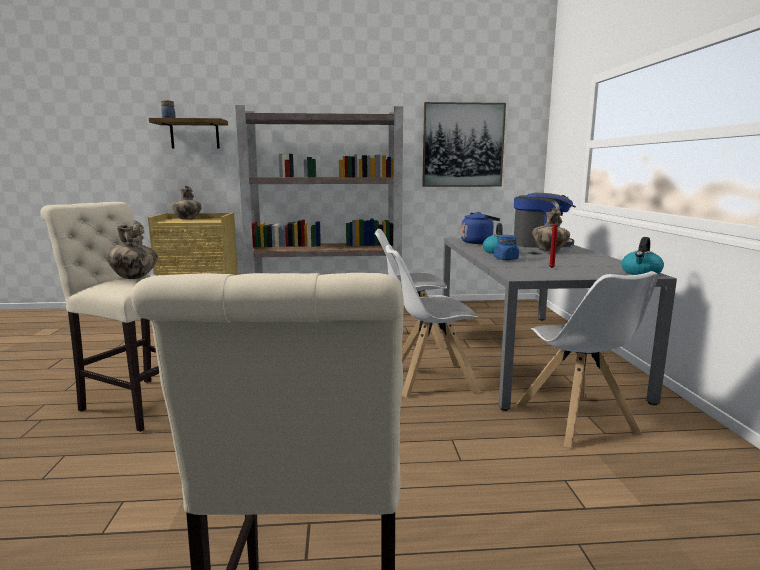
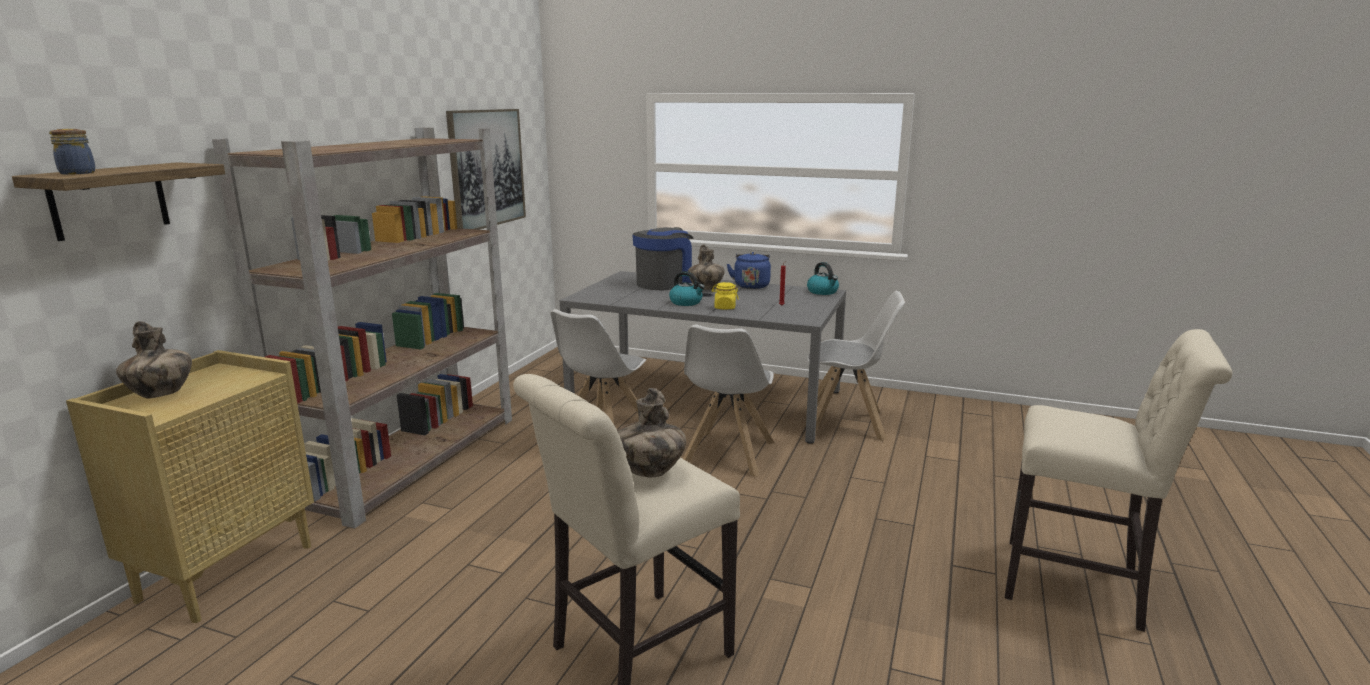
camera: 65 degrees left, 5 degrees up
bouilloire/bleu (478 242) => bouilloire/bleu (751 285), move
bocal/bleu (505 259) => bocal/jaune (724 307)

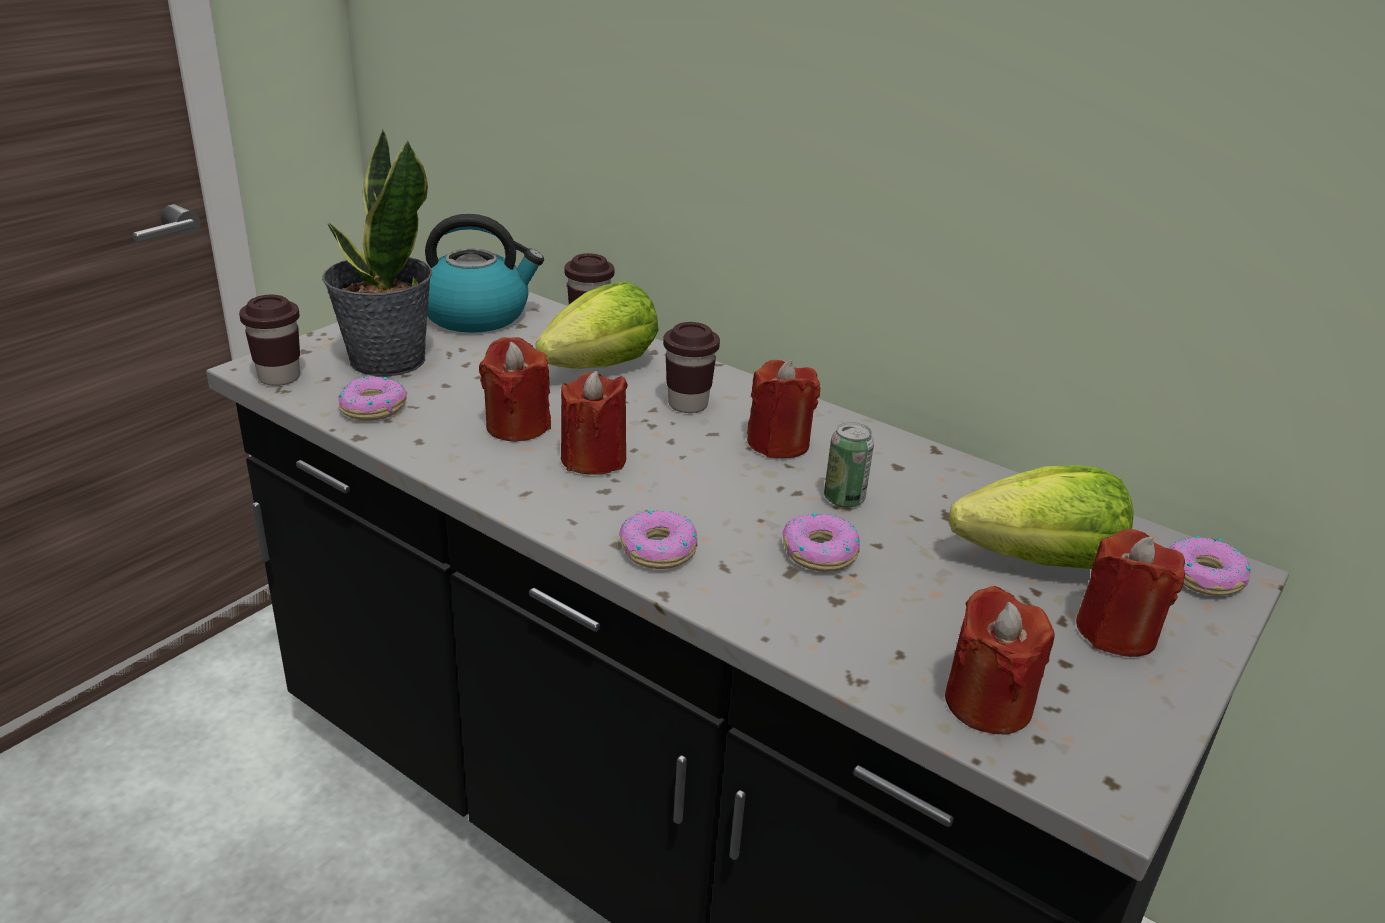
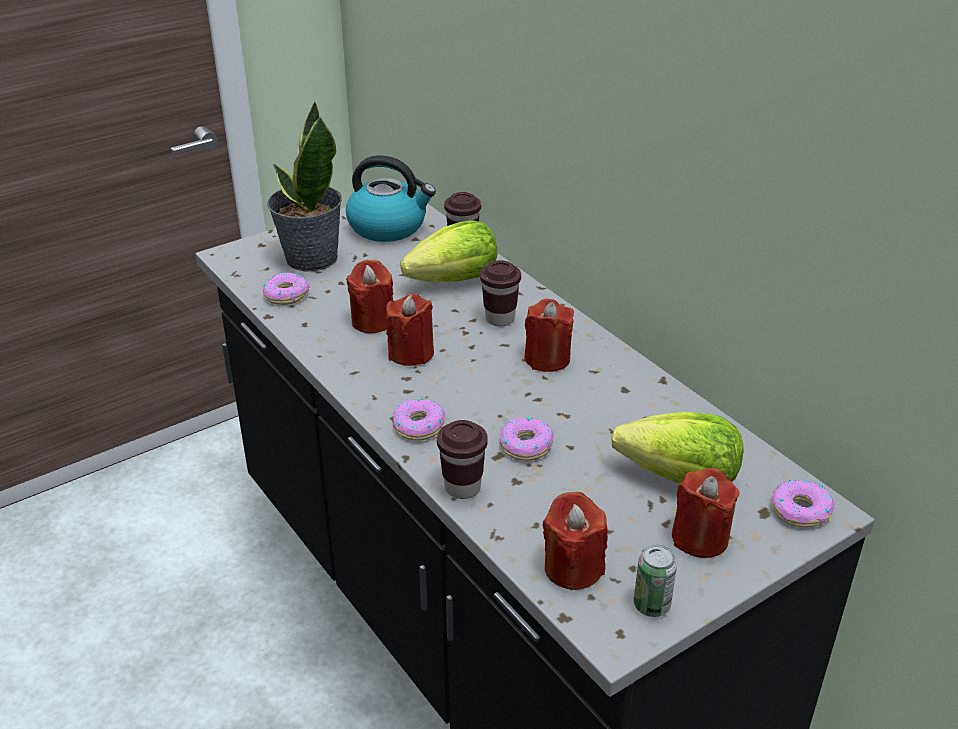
camera: 20 degrees right, 5 degrees up
tasse/marron (279 377) => tasse/marron (462 487), move
boîte métallique (844 499) => boîte métallique (651 605), move

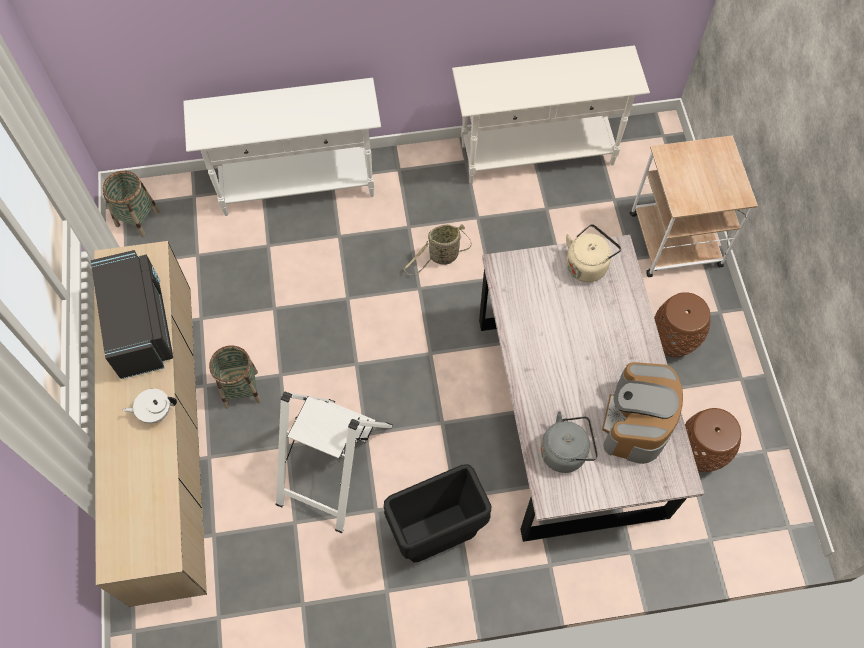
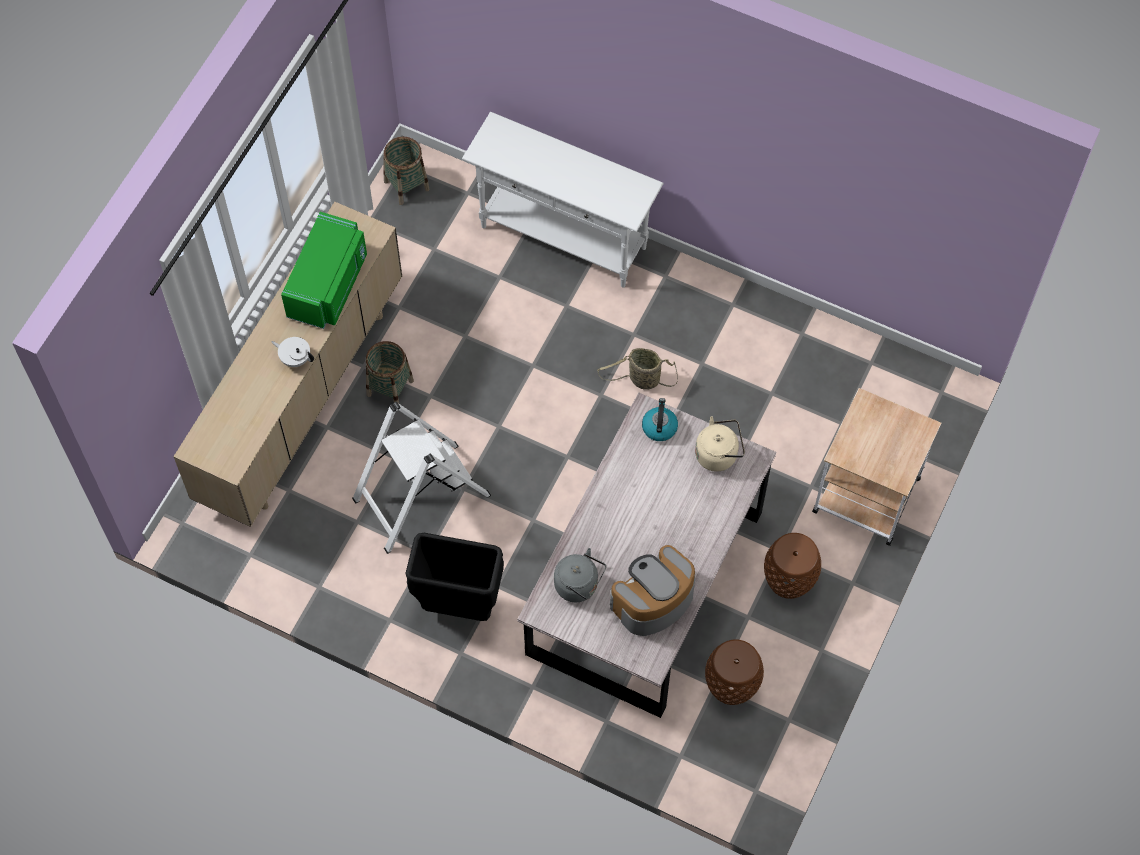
camera: 35 degrees right, 0 degrees up
table console/blanc (538 155) => nothing
nothing => bouilloire (659 427)
micro-ondes/noir (141 326) => micro-ondes/vert (329 285)

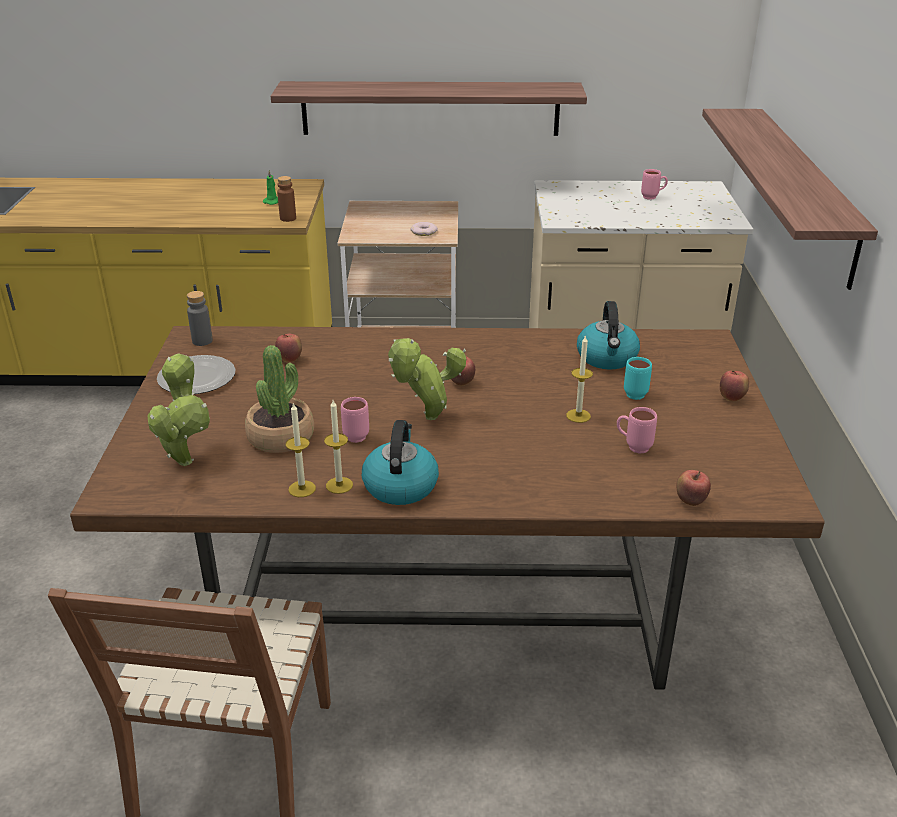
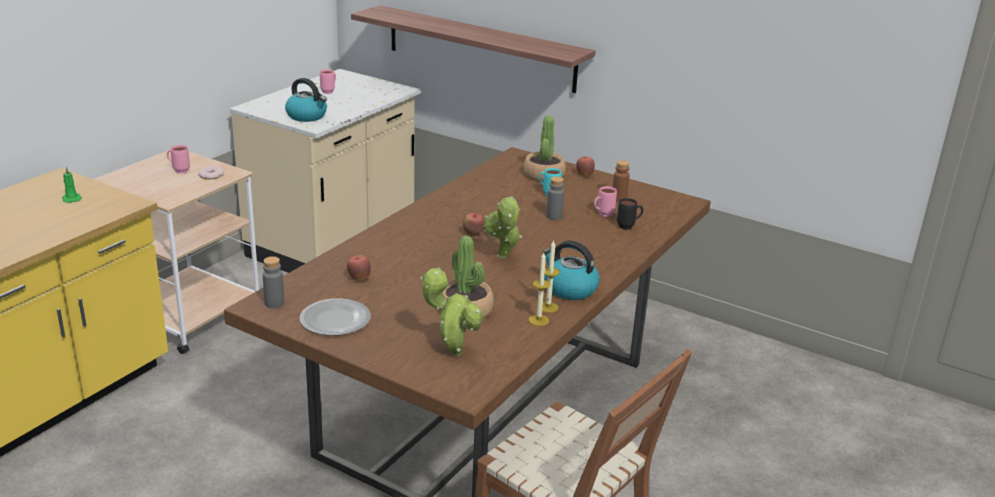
camera: 60 degrees left, 5 degrees down
étagère (430 108) => nothing
pomme (690 502) => nothing
nothing => plante en pot (543 175)
nothing => mug/noir (629 226)
bouteille/marron (288 218) => bouteille/marron (619 199), move
mug/rose (355 434) => mug/rose (178 170), move
bouilloire (607 358) => bouilloire (307 116), move
bougie (578 416) => bouteille/gris (554 216)

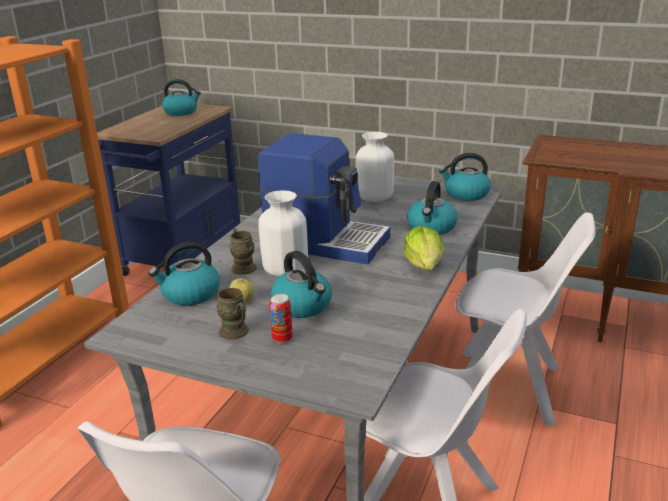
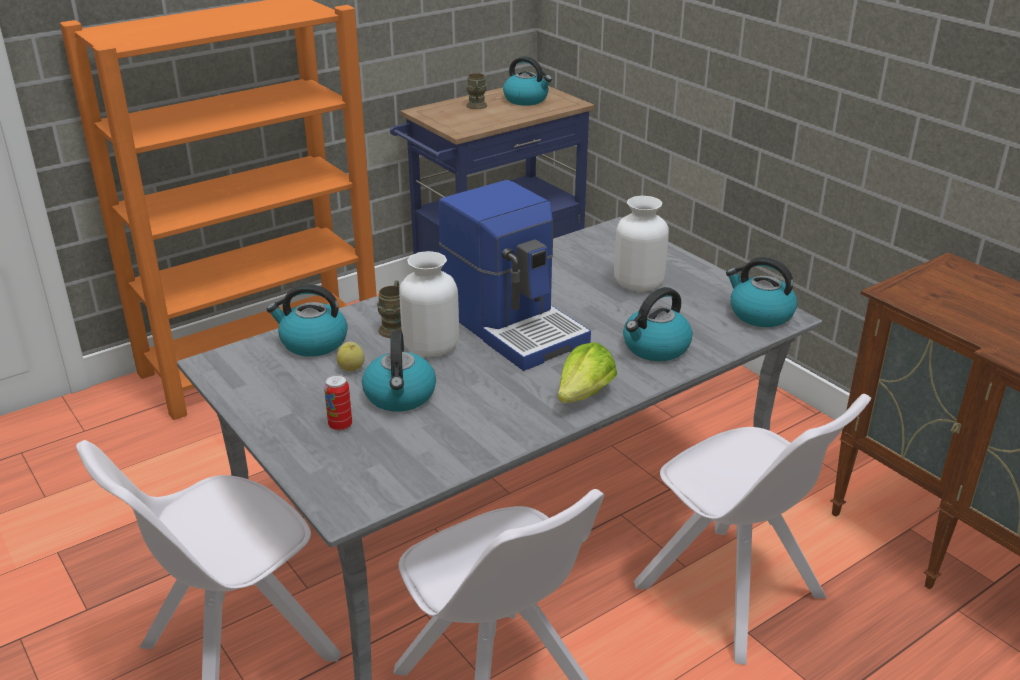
camera: 30 degrees right, 5 degrees up
mug/marron (236 333) => mug/marron (477 107), move

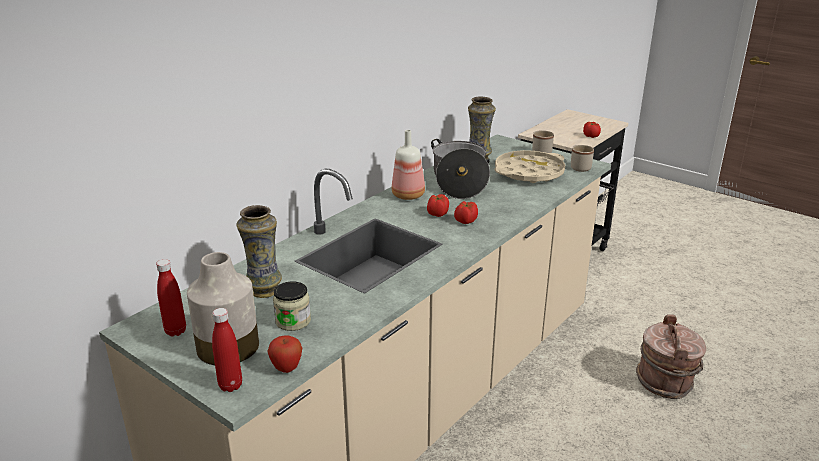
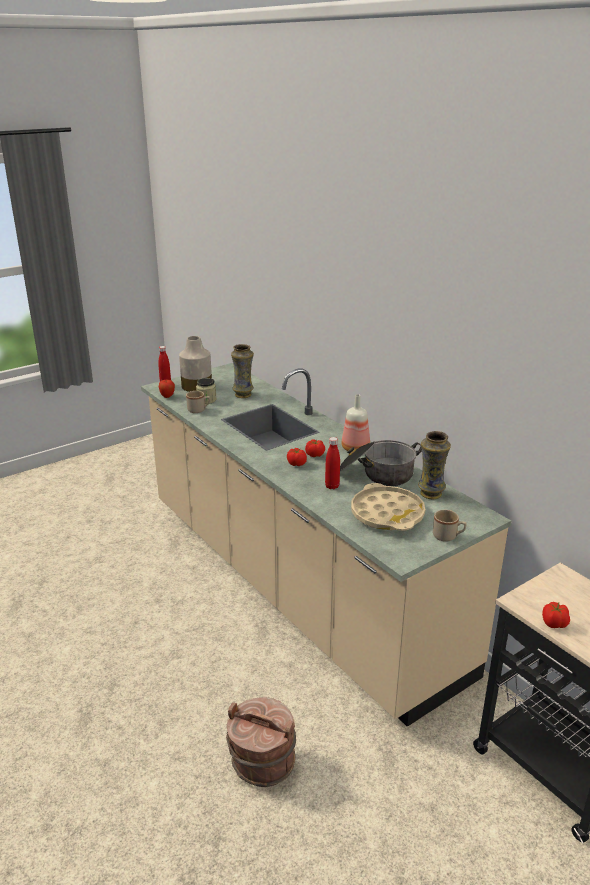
camera: 105 degrees right, 0 degrees up
bouteille/rouge (175 331) => bouteille/rouge (332 486), move
mug/beige (579 167) => mug/beige (199 410), move

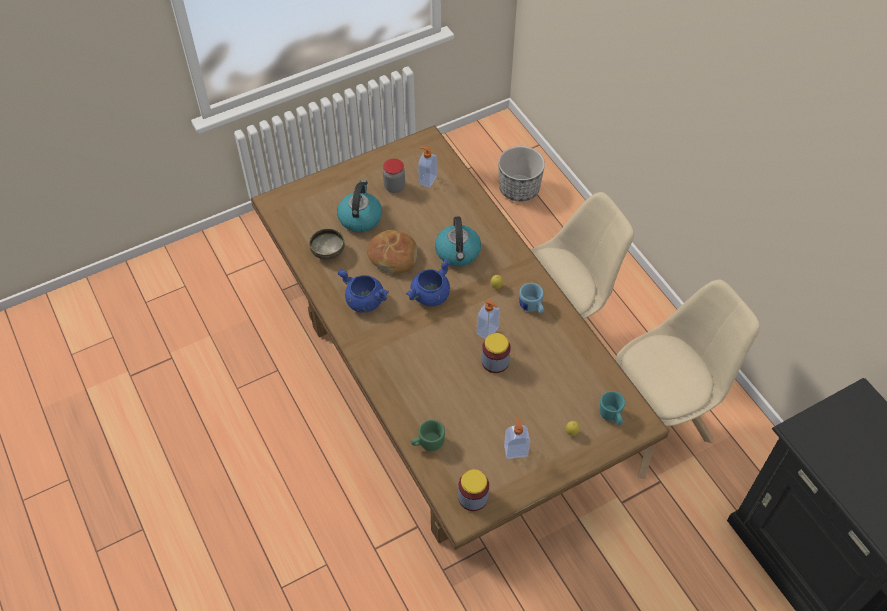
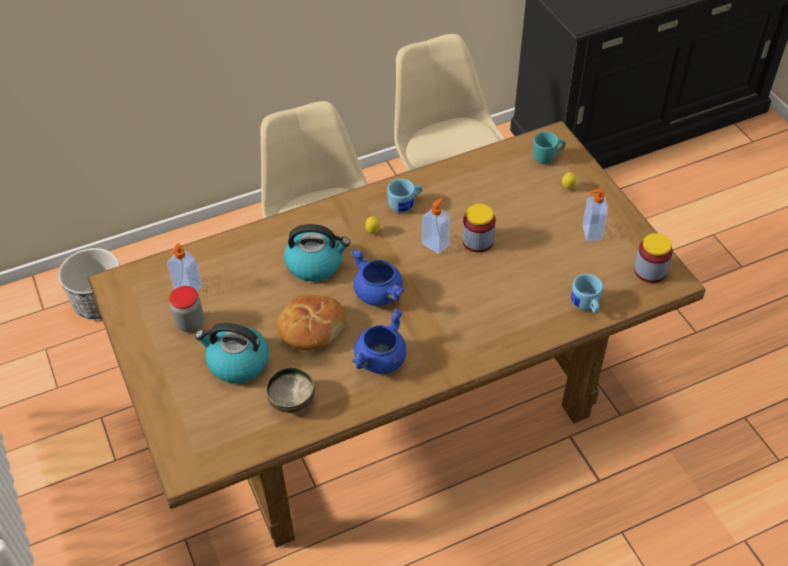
camera: 85 degrees left, 5 degrees down
mug/vert (427 443) => mug/bleu (586 306)

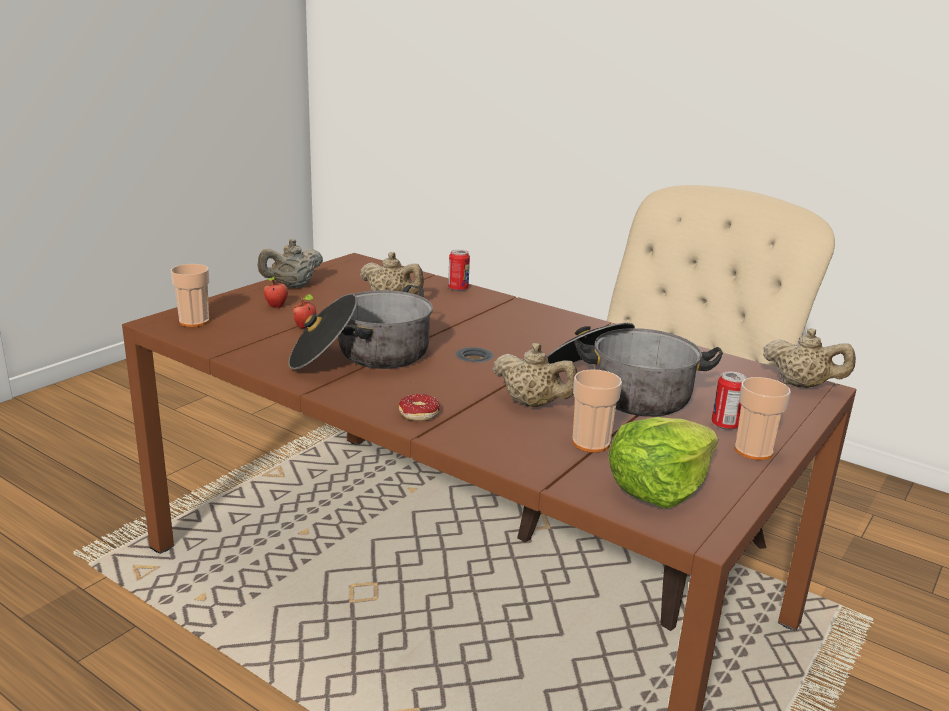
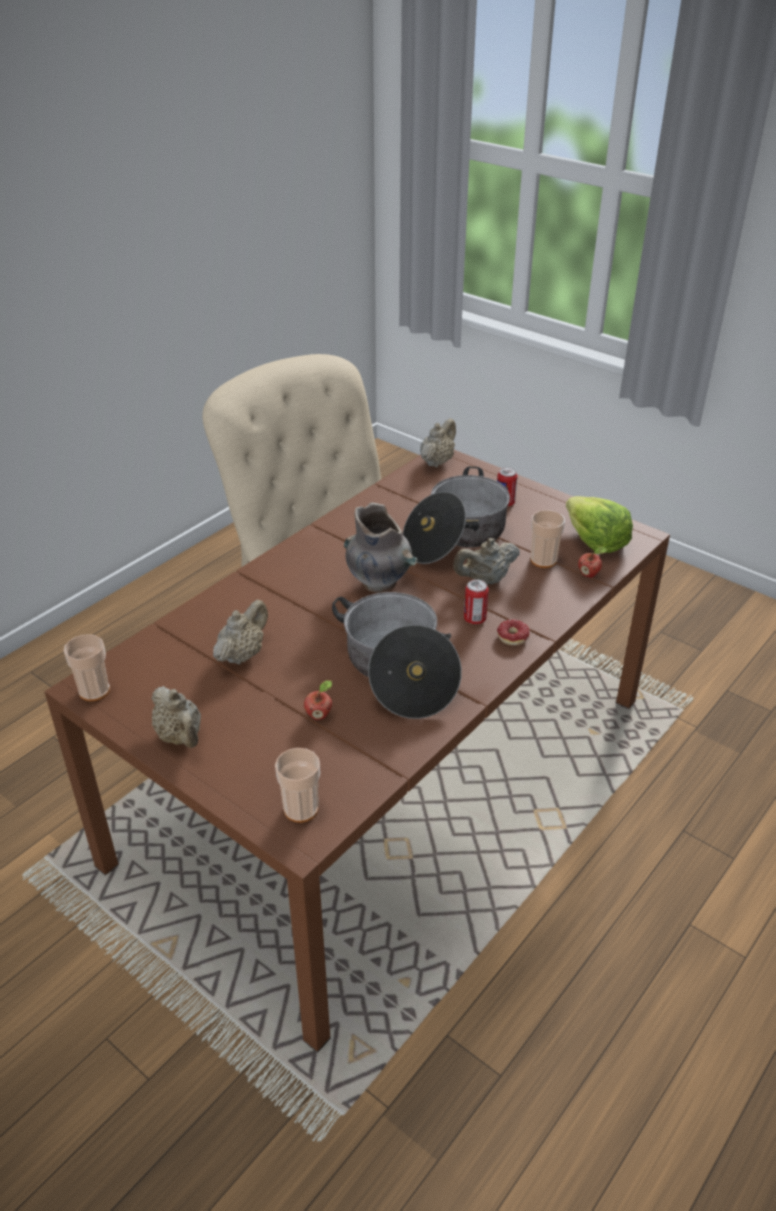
camera: 85 degrees left, 15 degrees up
nothing => vase/gris (380 583)
pomme (276 306) => pomme (589 574), move
boîte métallique (458 288) => boîte métallique (474 619), move
tasse (753 451) => tasse (94 691), move
théière/beige (533 404) => théière/beige (485 580), 150 degrees counterclockwise

